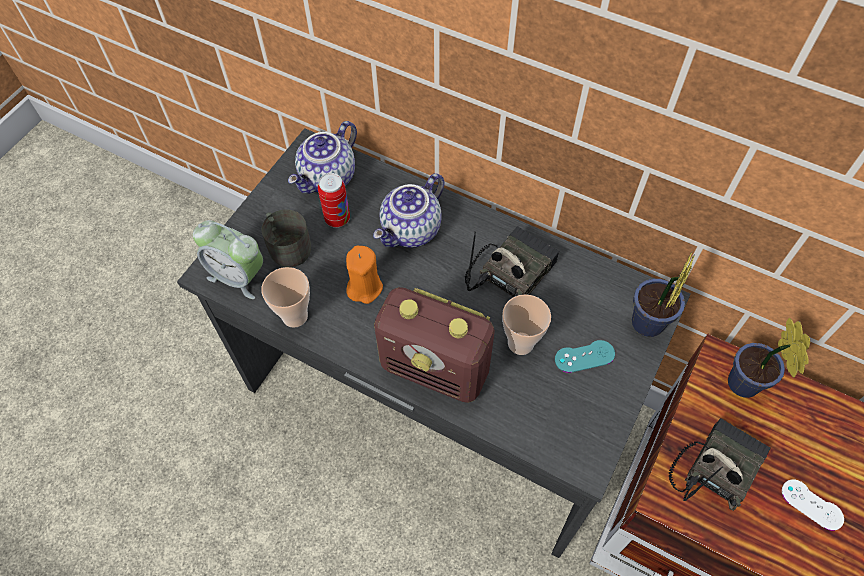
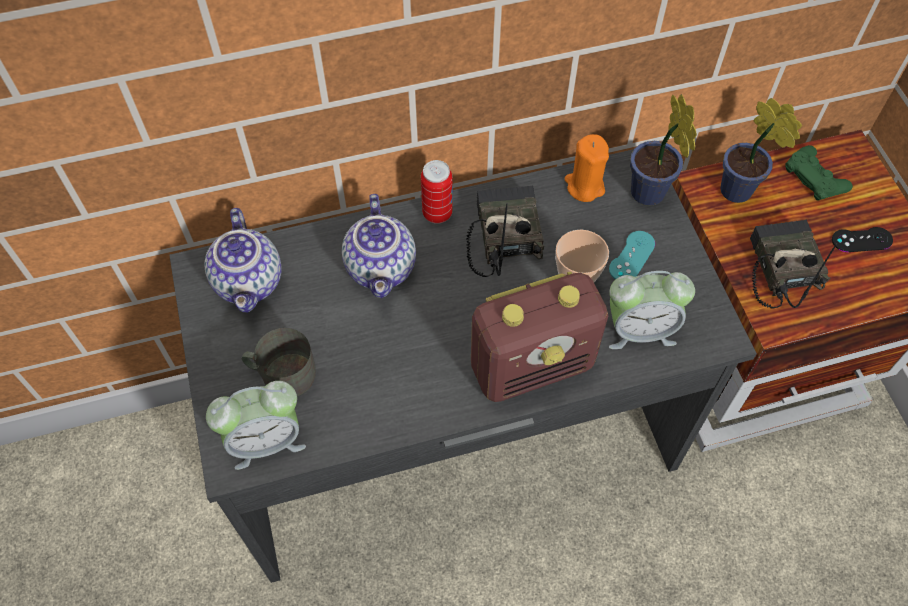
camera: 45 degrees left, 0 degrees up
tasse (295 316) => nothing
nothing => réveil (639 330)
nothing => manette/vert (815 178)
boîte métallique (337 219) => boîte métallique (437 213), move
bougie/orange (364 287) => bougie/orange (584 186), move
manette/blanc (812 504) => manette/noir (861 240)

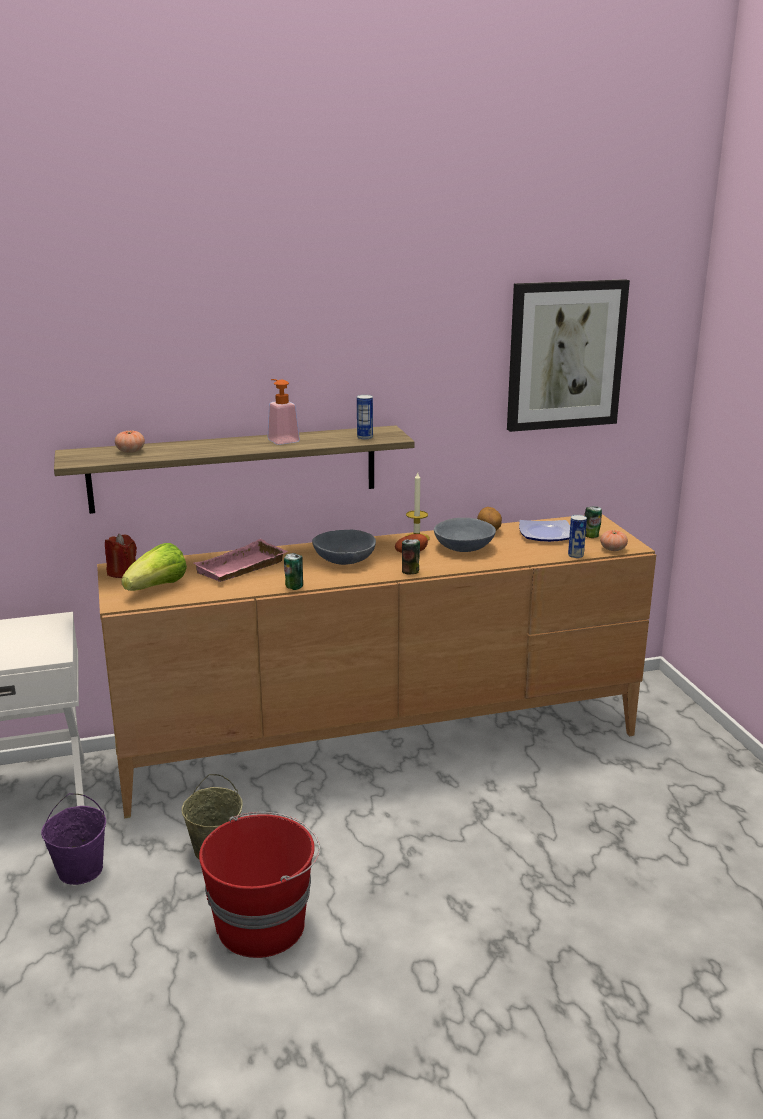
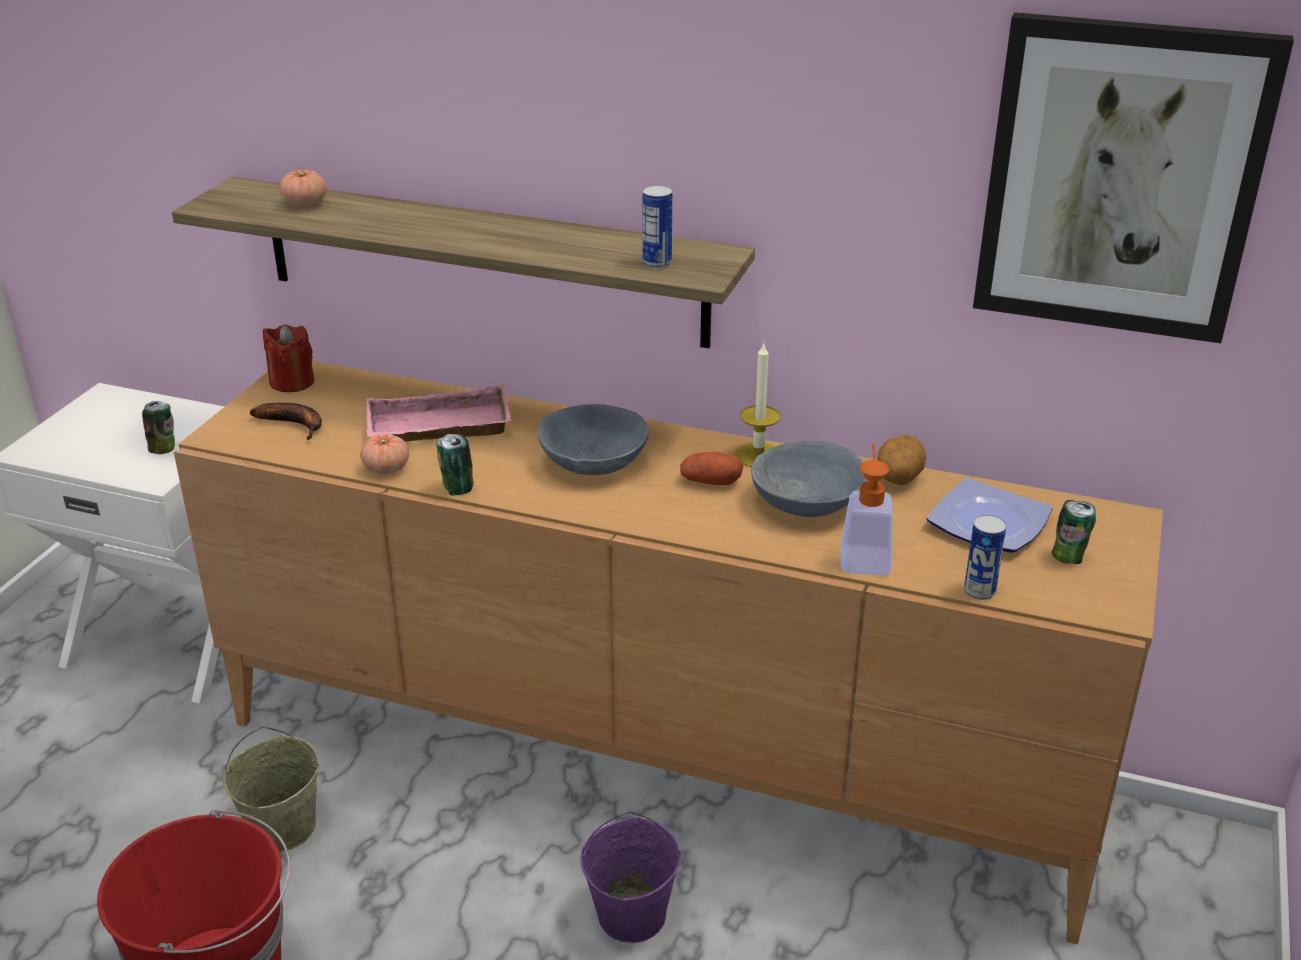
camera: 35 degrees right, 10 degrees up
seau/violet (80 869) => seau/violet (632 914), move
distributeur de savon (281 439) => distributeur de savon (865 555), move
boîte métallique (410 572) => boîte métallique (164 449), move
tomate (613 549) => tomate (386 468), move
laitue (157 587) => banane (295 424)

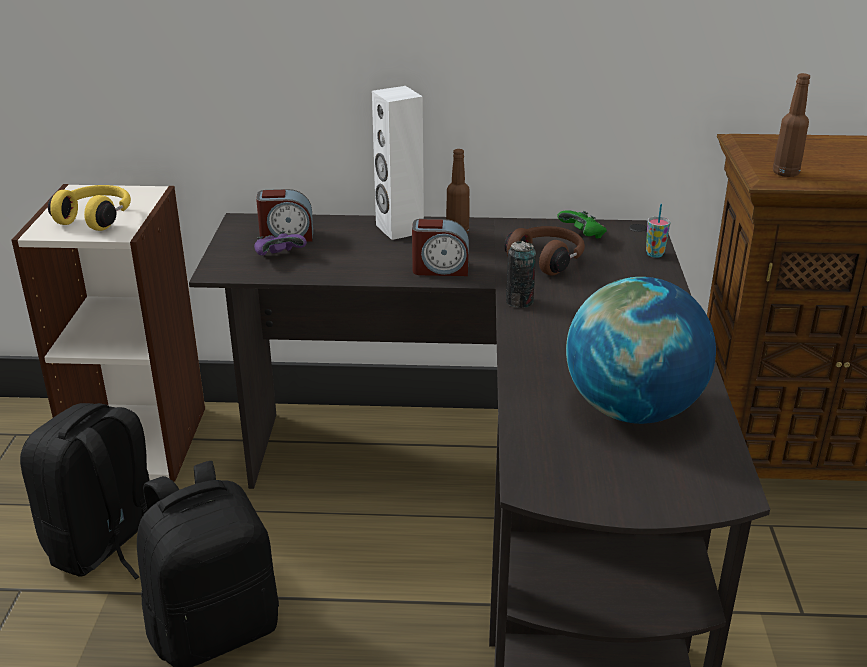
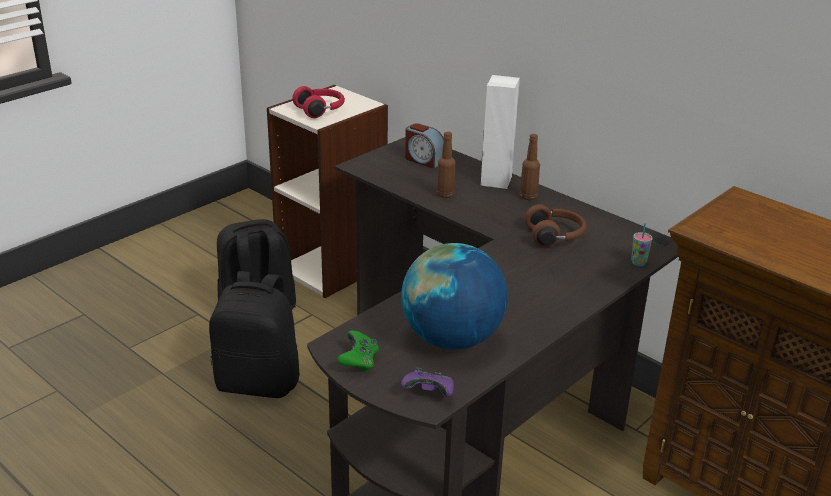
camera: 40 degrees right, 0 degrees up
réveil (440 269) => nothing
boîte métallique (519 302) => nothing
manette/violet (279 256) => manette/violet (429 394), move
manette/vert (583 236) => manette/vert (359 362), move
bouteille/marron (785 173) => bouteille/marron (445 195), move
casque audio/jaune (96 218) => casque audio/rouge (320 110)

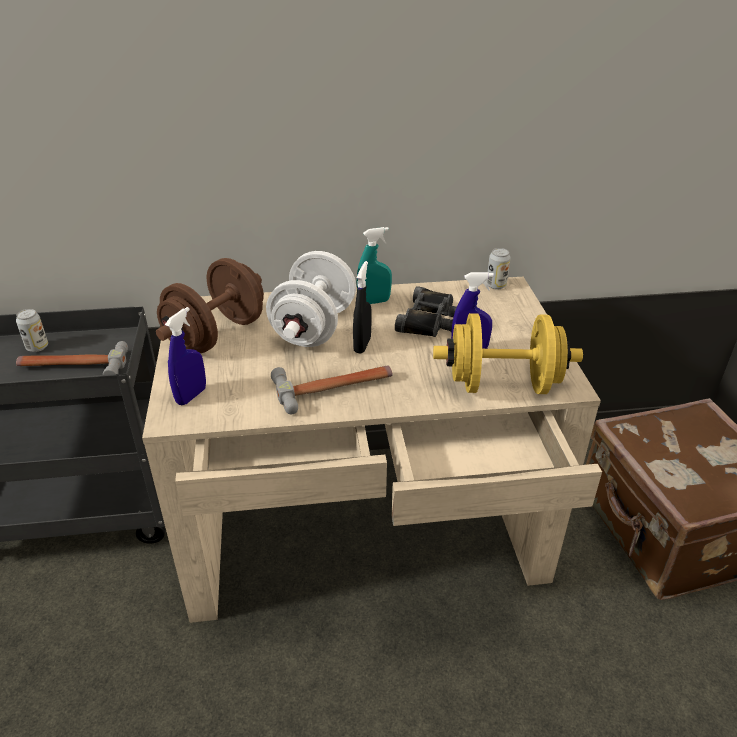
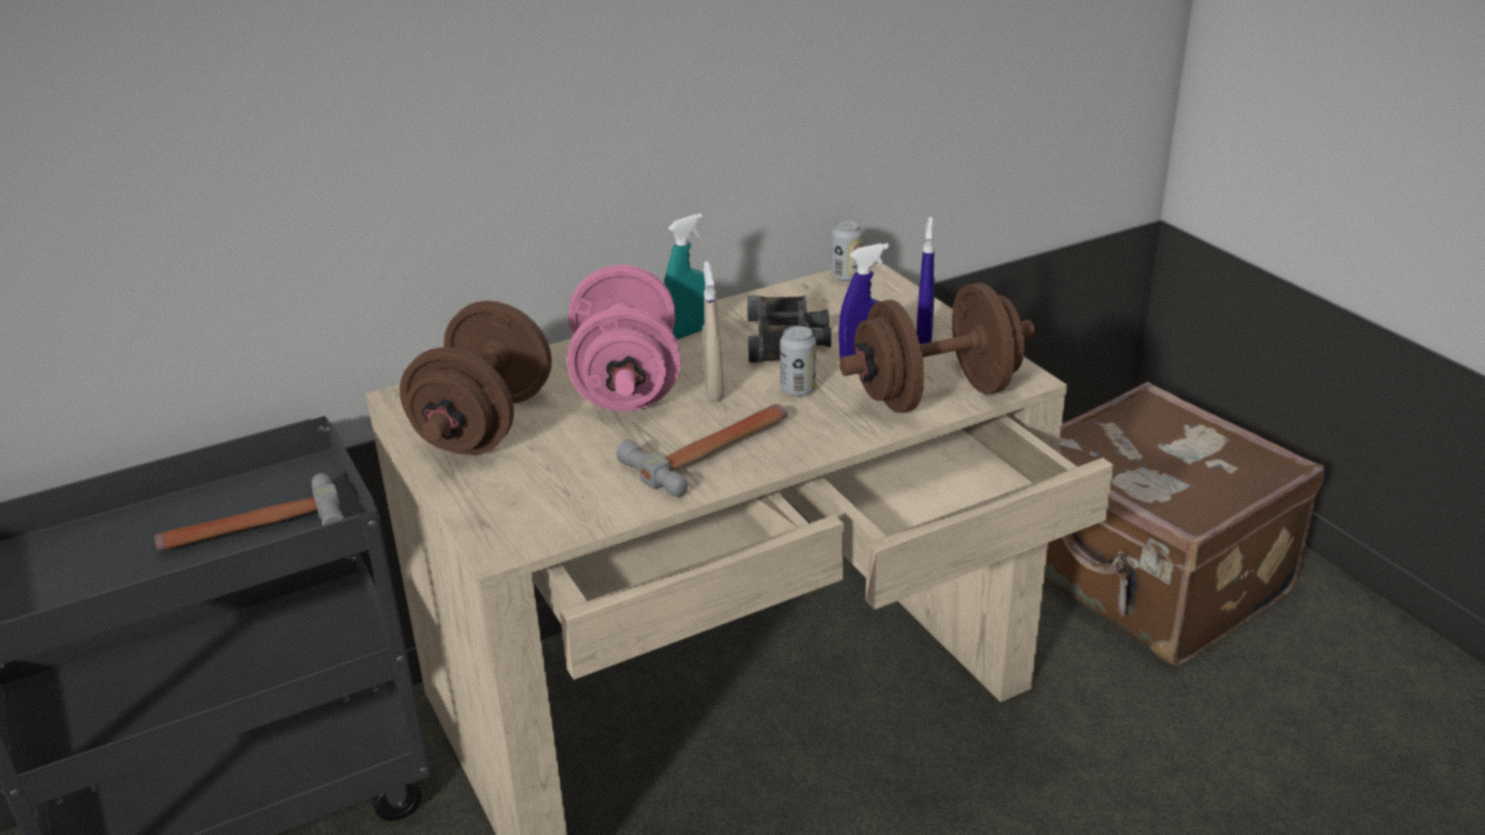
camera: 20 degrees left, 5 degrees down
boîte métallique (37 347) => boîte métallique (798 390), move
vaporisateur/bleu (191 396) => vaporisateur/bleu (924 340), move
haltère/blanc (313 328) => haltère/rose (626 384)
vaporisateur/noir (362 345) => vaporisateur/beige (713 390)
haltère/jaune (502 385) => haltère/marron (935 395)

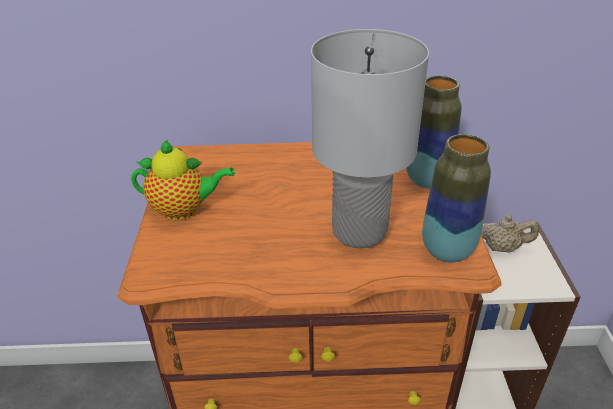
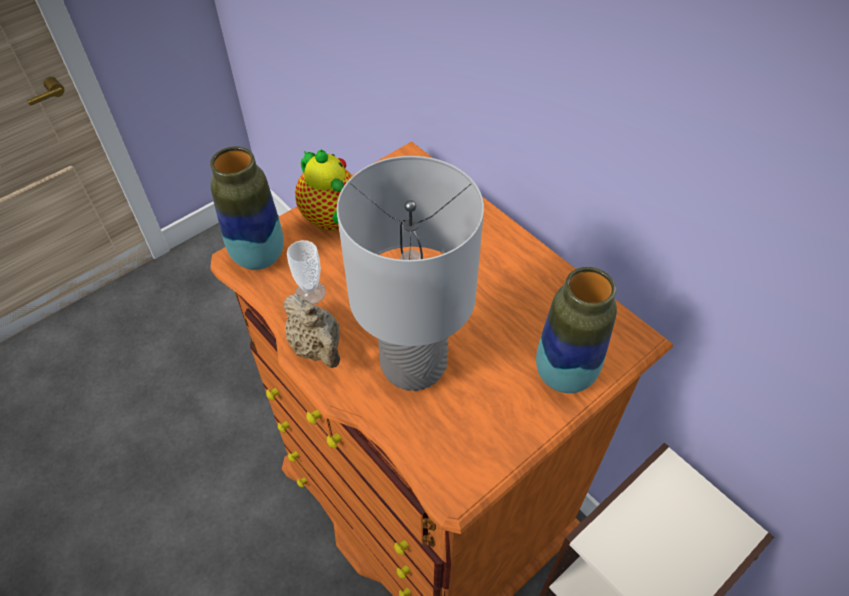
camera: 50 degrees right, 15 degrees up
nothing => tasse (310 292)
vase (447 251) => vase (259 256), move
théière/beige (502 248) => théière/beige (317 348), move

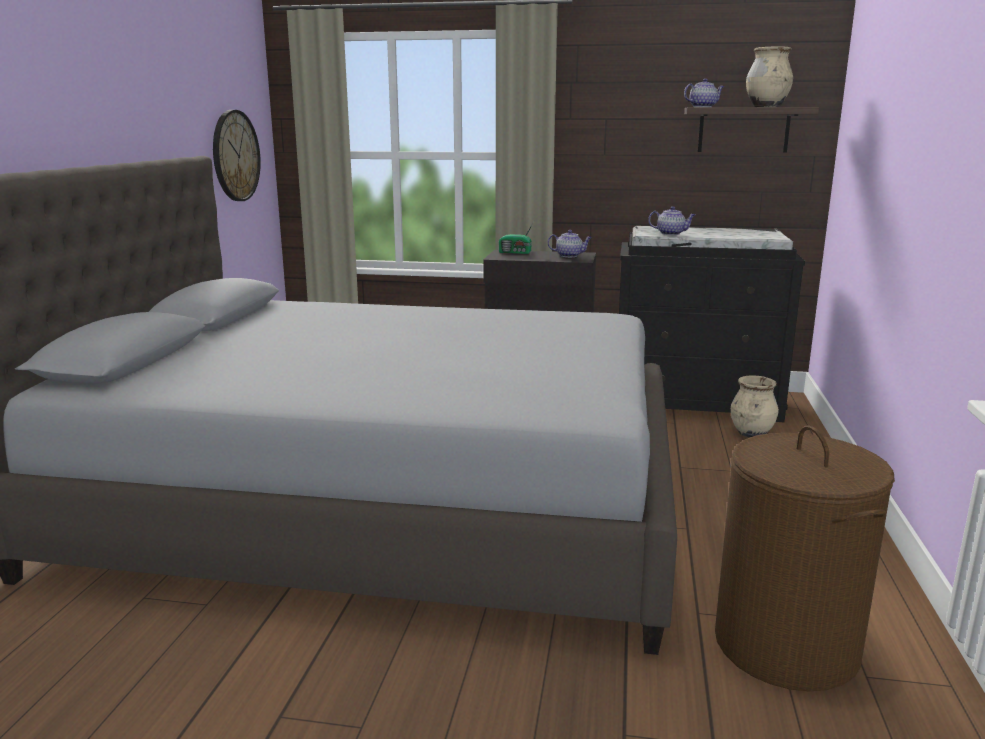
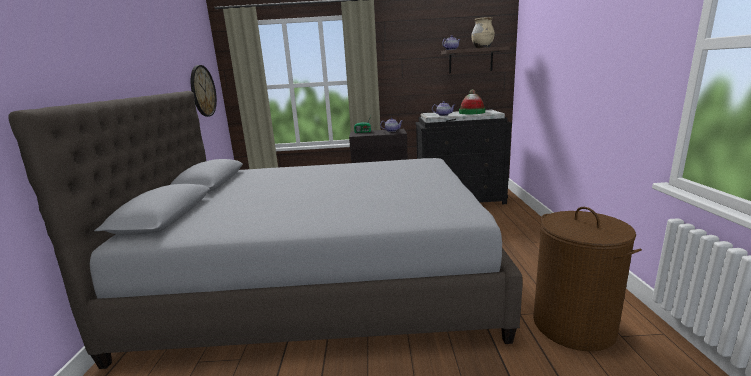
camera: 10 degrees left, 0 degrees up
vase/beige (751 433) => nothing
nothing => chapeau (472 112)

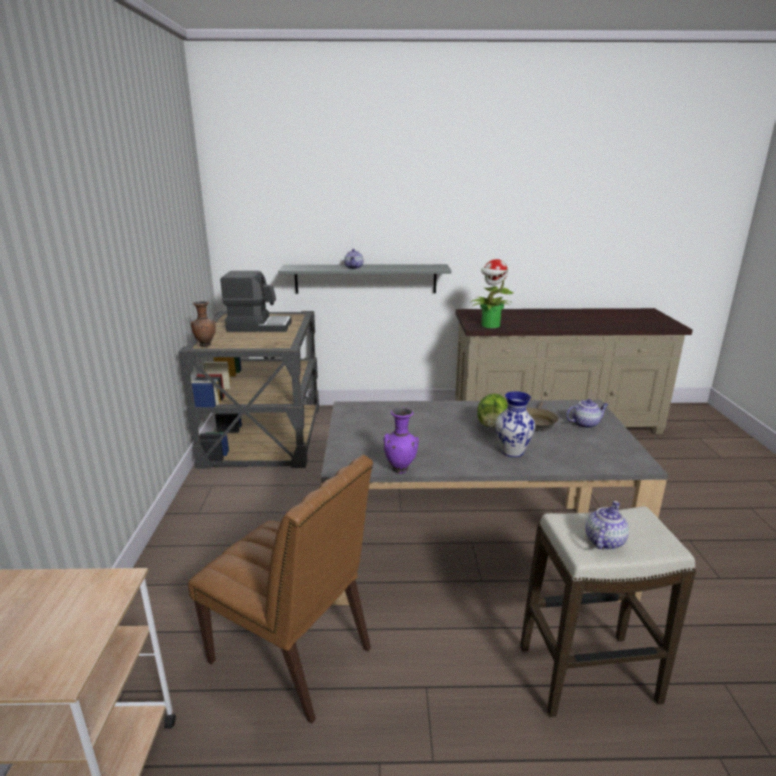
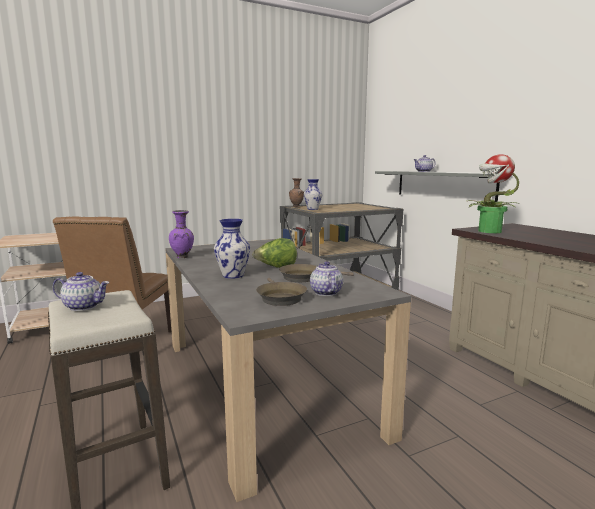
camera: 65 degrees right, 10 degrees down
machine à café (259 326) => nothing
nothing => poêle/marron (280 298)
nothing => vase (312 209)
théière (585 424) => théière (325 292), 150 degrees counterclockwise

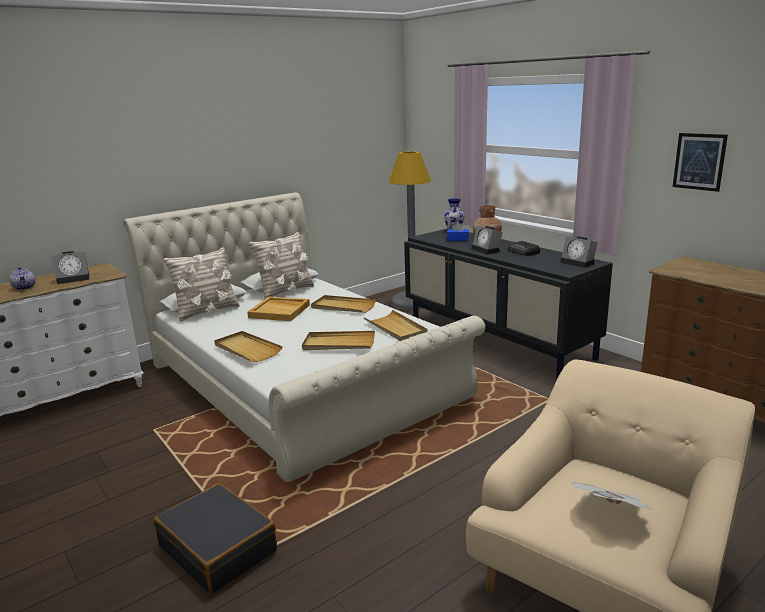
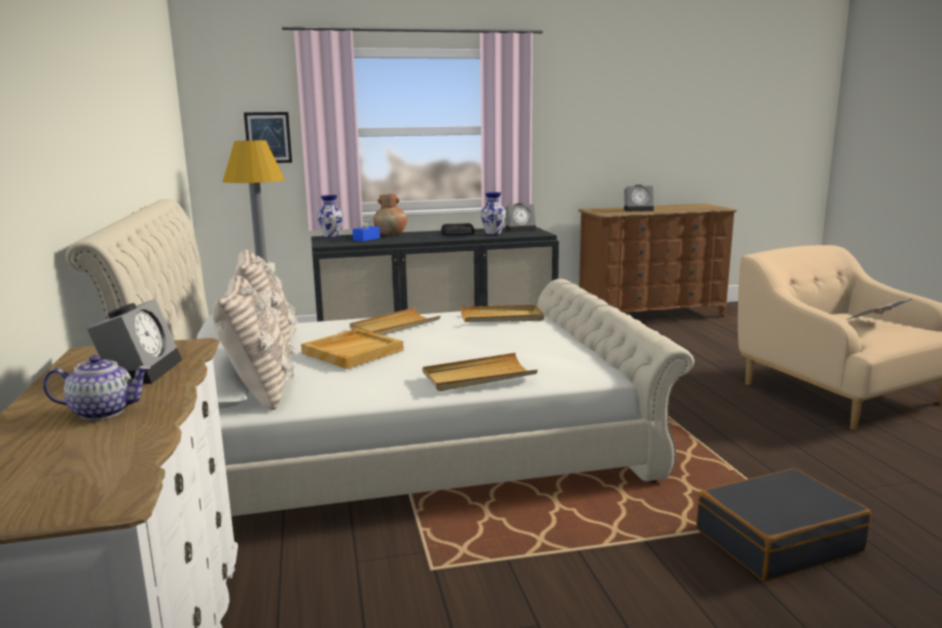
camera: 65 degrees left, 5 degrees down
plateau/beige (338 343) => nothing
nothing => vase (493 233)
réveil (487 250) => réveil (639 210), move
tableau (699 161) => tableau (268 137), move

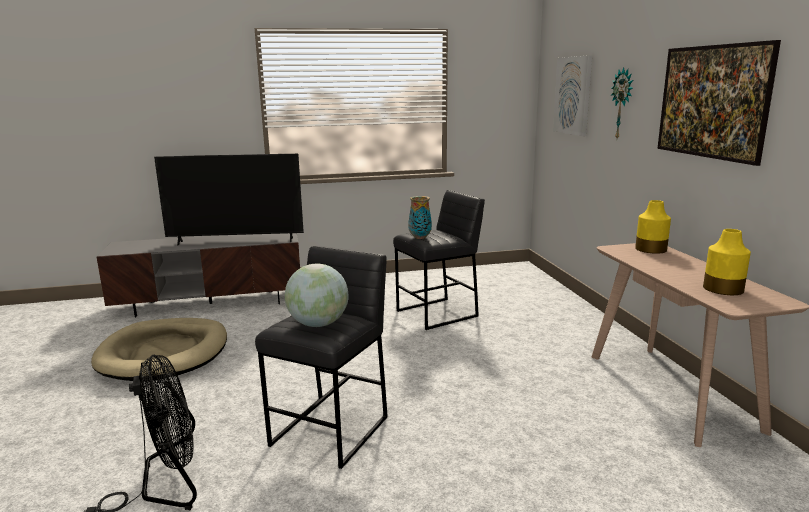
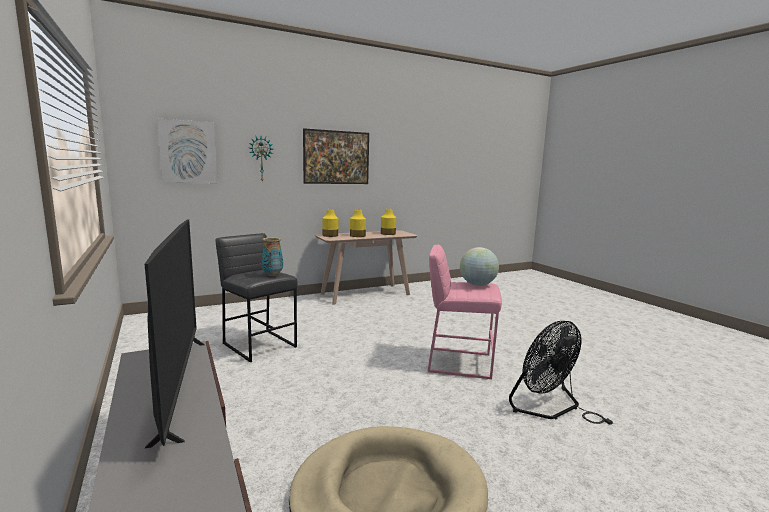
camera: 105 degrees left, 5 degrees down
nothing => vase/jaune (358 235)
tabouret/gris (331 430) => tabouret/rose (458 362)

